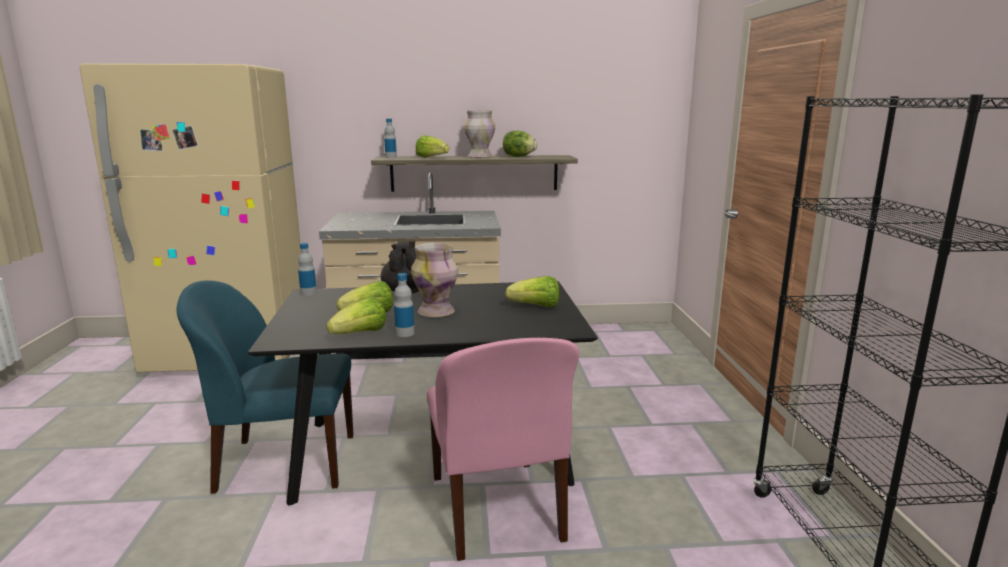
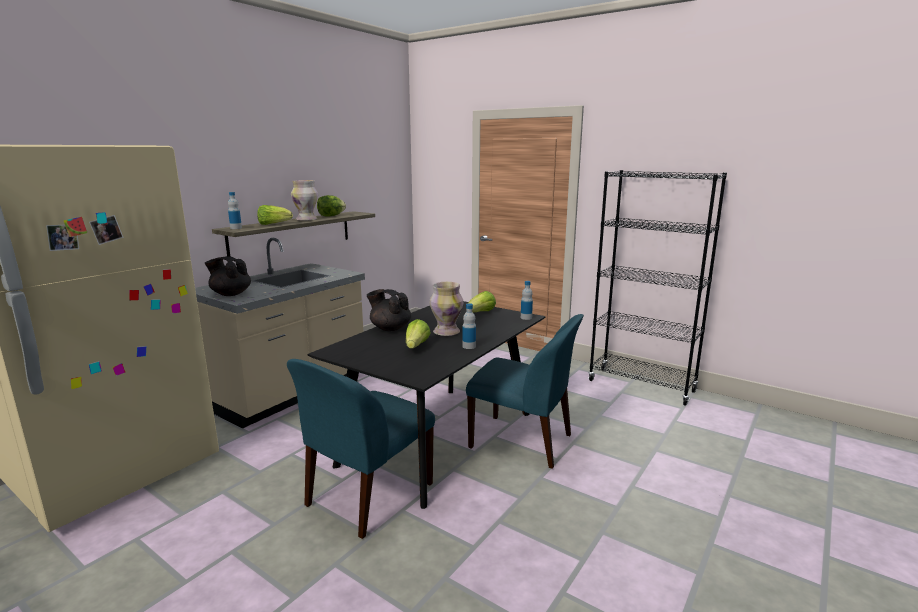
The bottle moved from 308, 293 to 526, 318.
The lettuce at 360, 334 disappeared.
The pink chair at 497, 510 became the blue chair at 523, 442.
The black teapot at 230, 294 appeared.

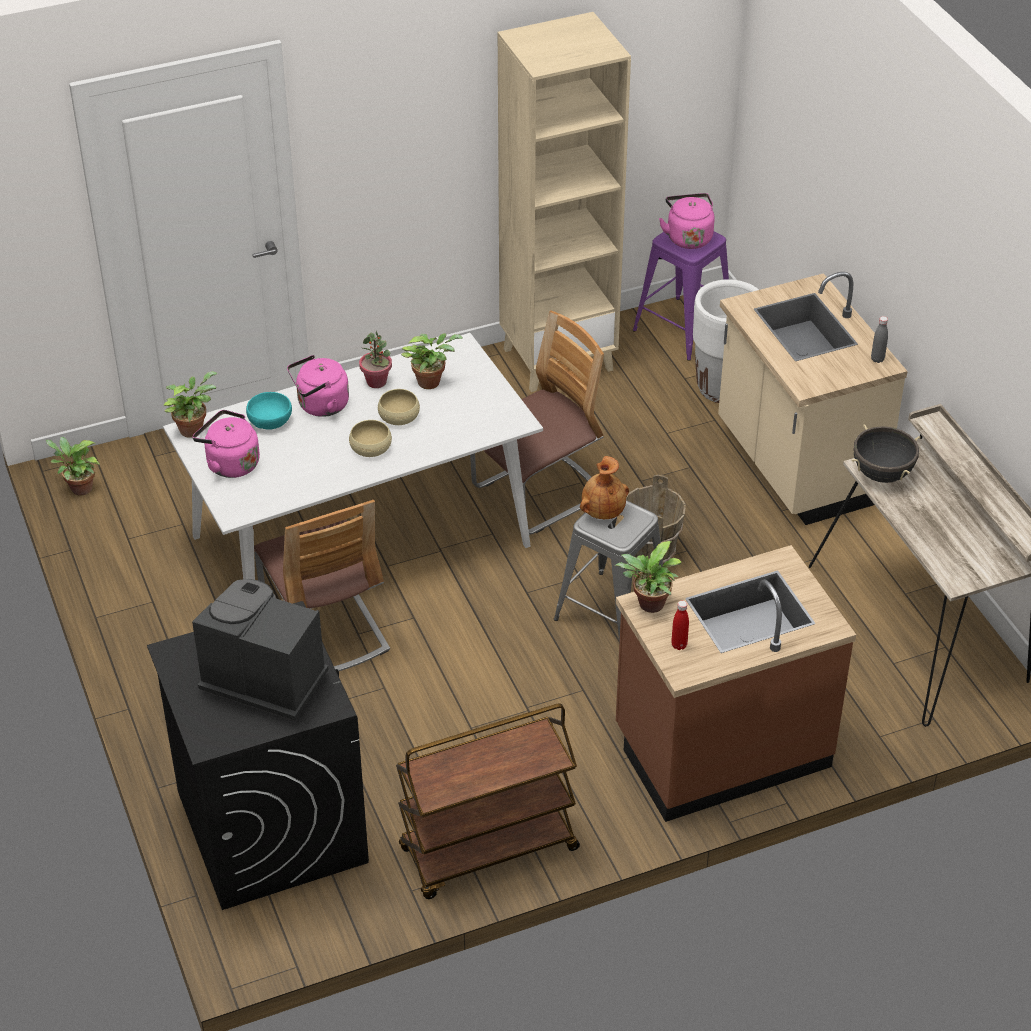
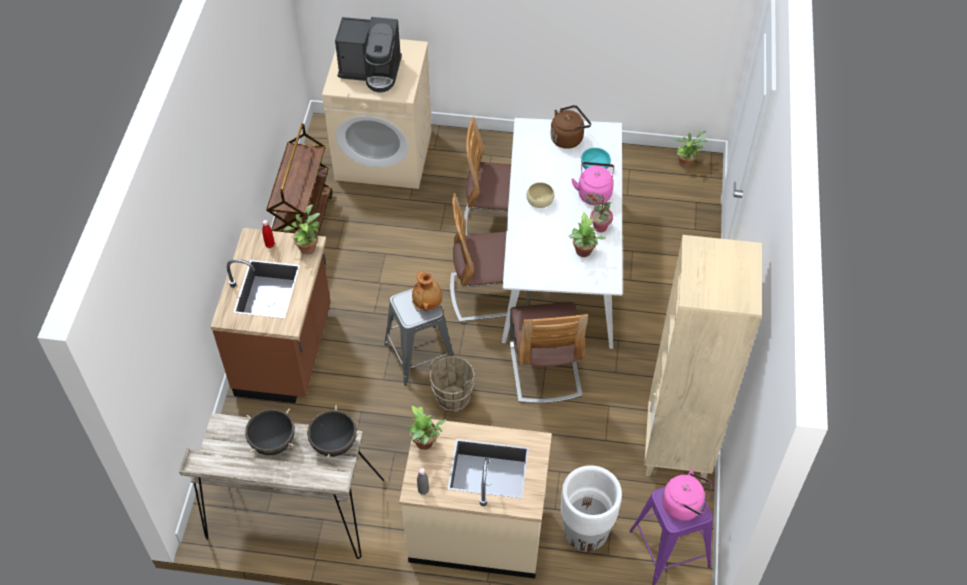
The potted plant moved from 193, 428 to 425, 444.
The beige bowl at 398, 416 disappeared.
The pink kettle at 230, 463 became the brown kettle at 568, 138.
The coffee machine at 263, 679 turned 45 degrees clockwise.
The black washing machine at 270, 826 became the beige washing machine at 384, 155.
The chair at 488, 294 appeared.
The black cooking pot at 273, 443 appeared.

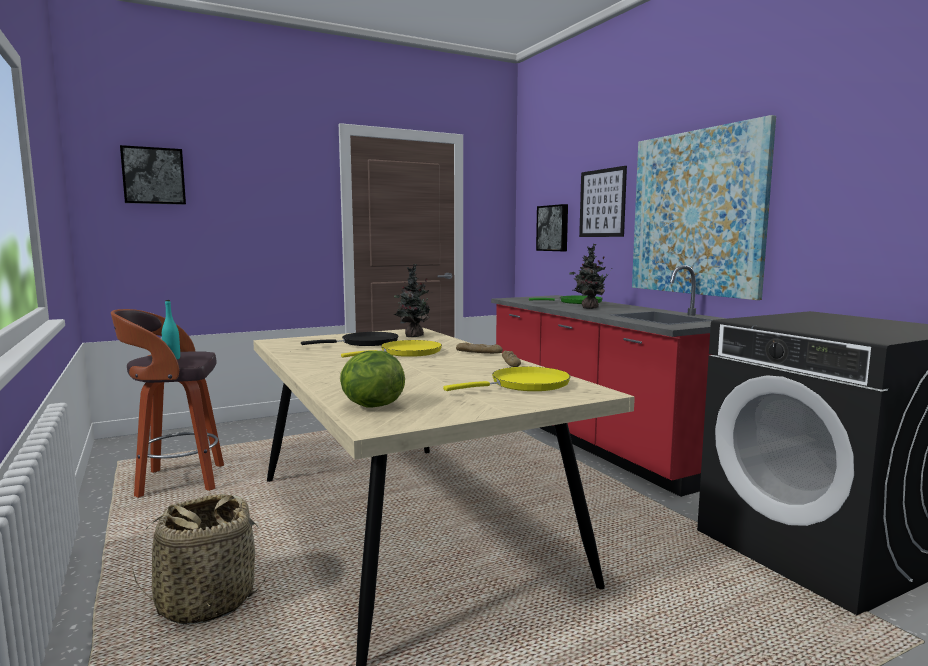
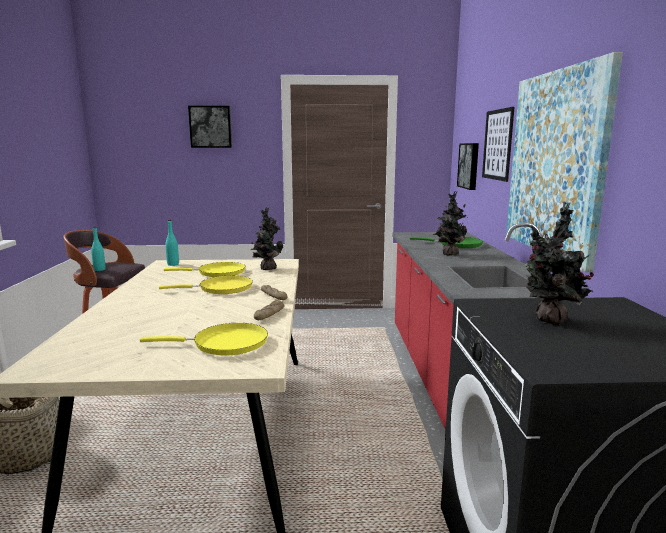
The picture moved from 153, 176 to 210, 127.
The black frying pan at 365, 343 became the yellow frying pan at 218, 273.
The lettuce at 370, 406 disappeared.
The potted plant at 549, 321 appeared.
The turquoise bottle at 173, 264 appeared.

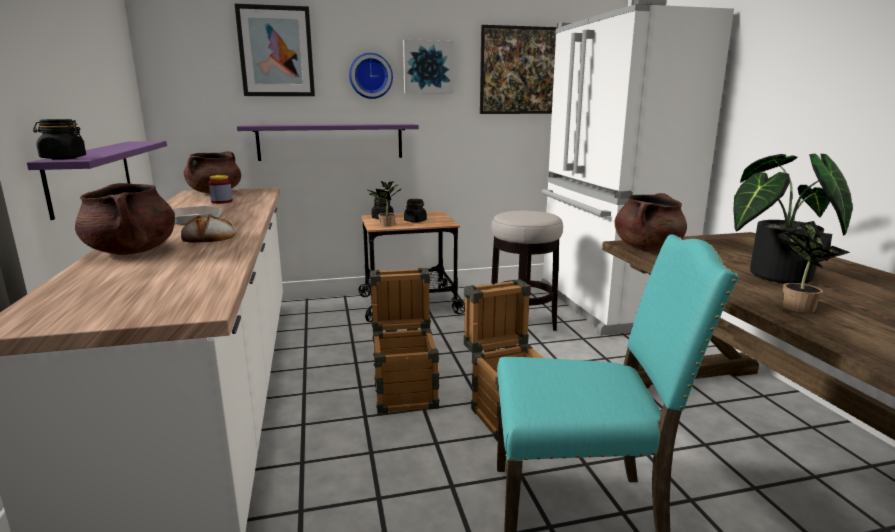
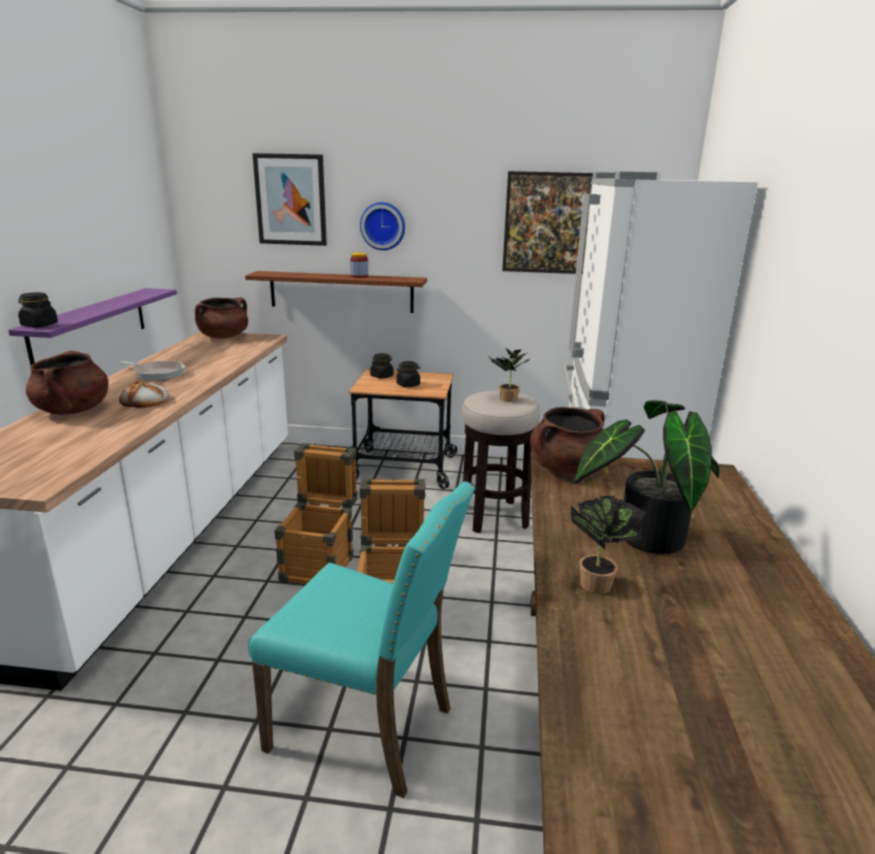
The picture at 428, 67 disappeared.
The purple shelf at 331, 141 became the brown shelf at 341, 292.
The jar moved from 221, 202 to 359, 276.
The potted plant moved from 385, 225 to 506, 399.

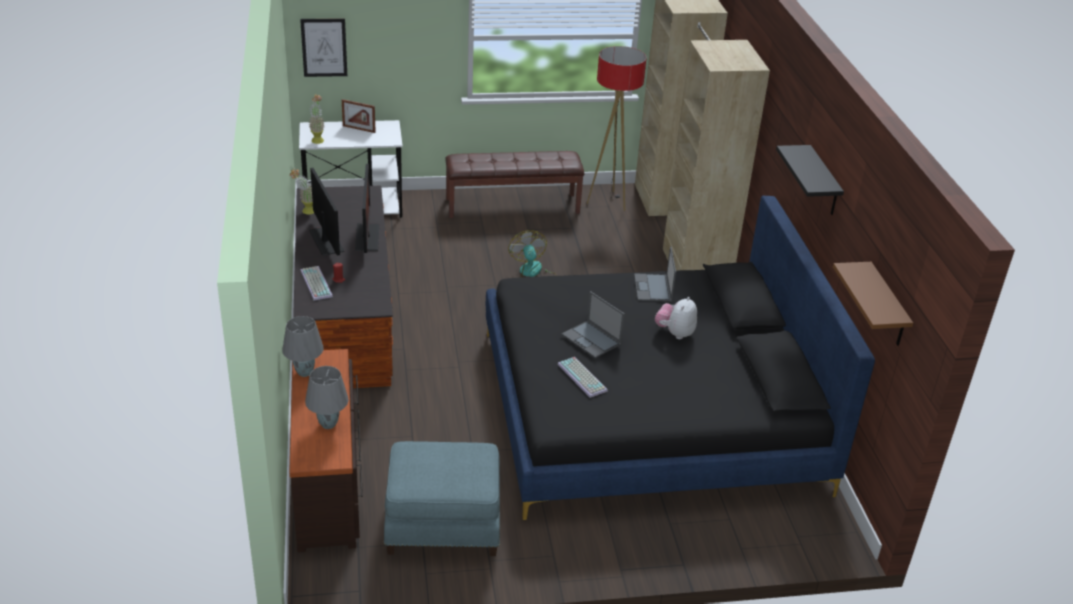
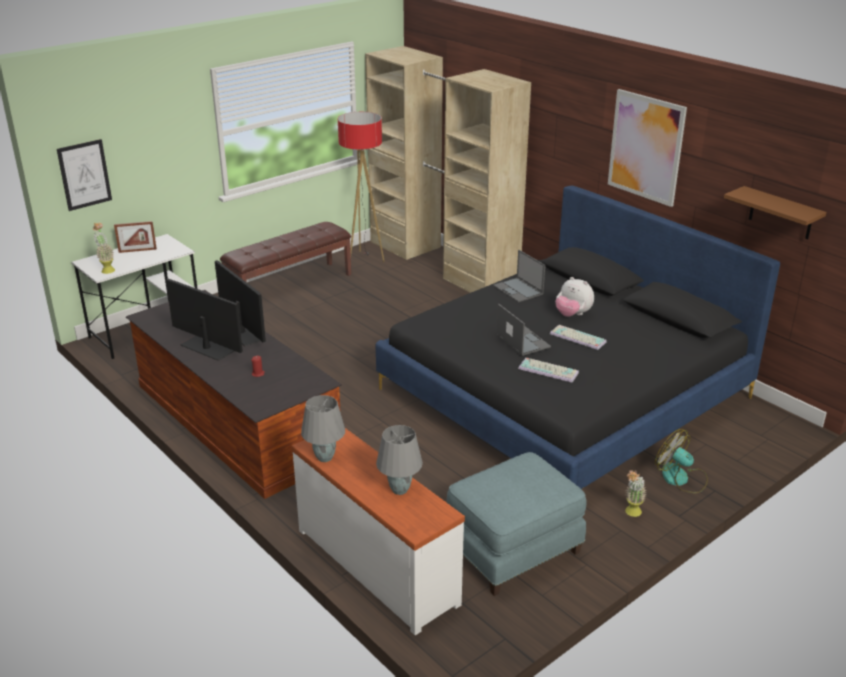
The black shelf at 823, 182 was replaced by the picture at 646, 147.
The potted plant moved from 305, 211 to 631, 514.
The fan moved from 532, 273 to 681, 479.
The keyboard moved from 315, 283 to 576, 338.
The laptop at 592, 339 turned 135 degrees counterclockwise.
The plush toy at 675, 333 turned 45 degrees counterclockwise.
The brown dresser at 328, 485 became the white dresser at 378, 565.

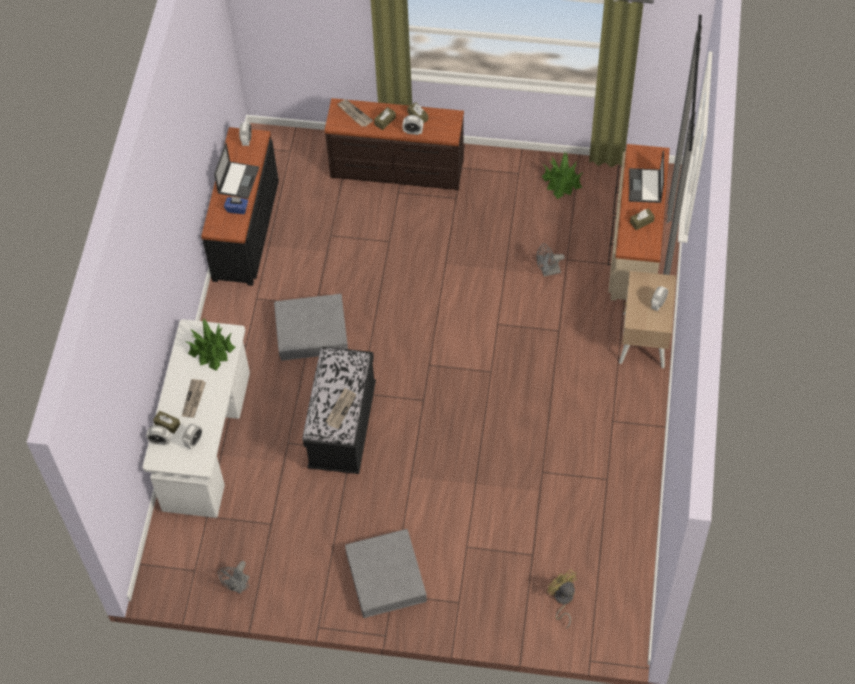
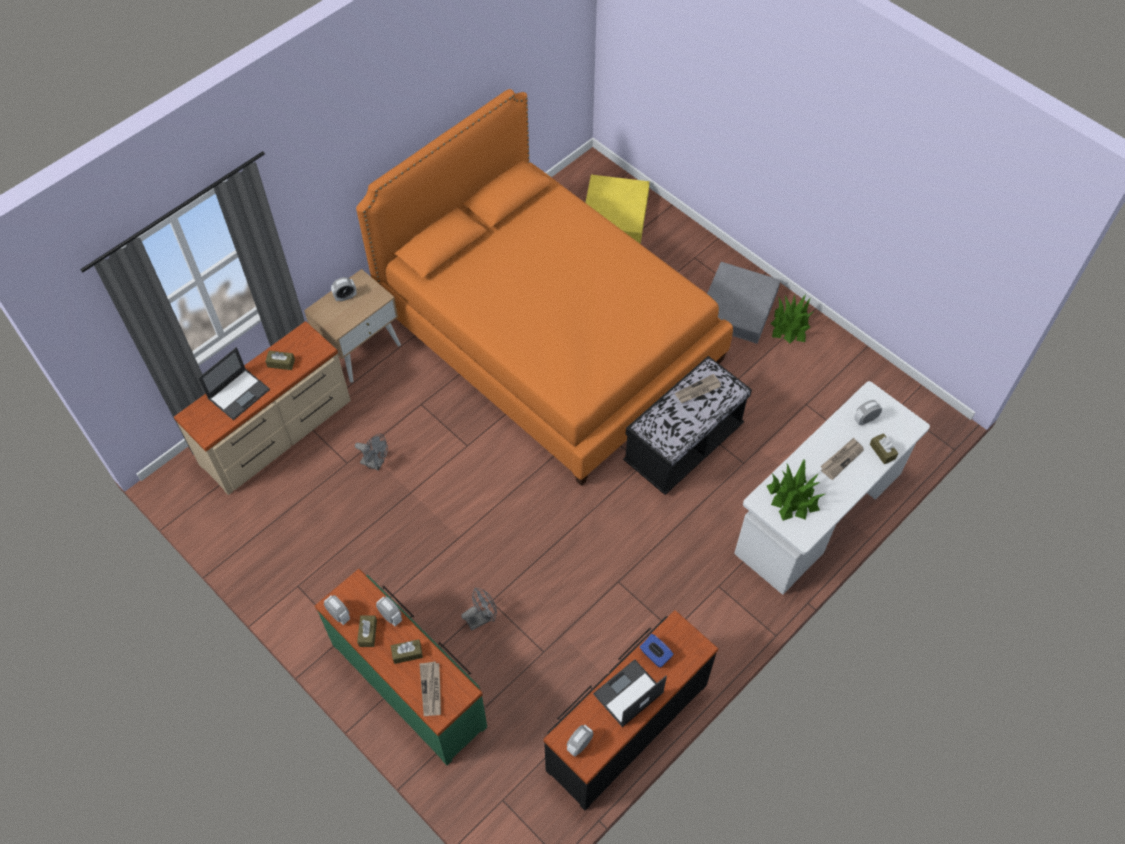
The brown dresser at 397, 169 became the green dresser at 410, 683.
The potted plant moved from 561, 181 to 790, 326.
The grey storage box at 312, 331 disappeared.
The alarm clock moved from 160, 441 to 339, 615.
The grey fan moved from 238, 586 to 481, 618.
The yellow fan at 562, 600 was replaced by the yellow storage box at 615, 214.
The orange bed at 550, 335 appeared.

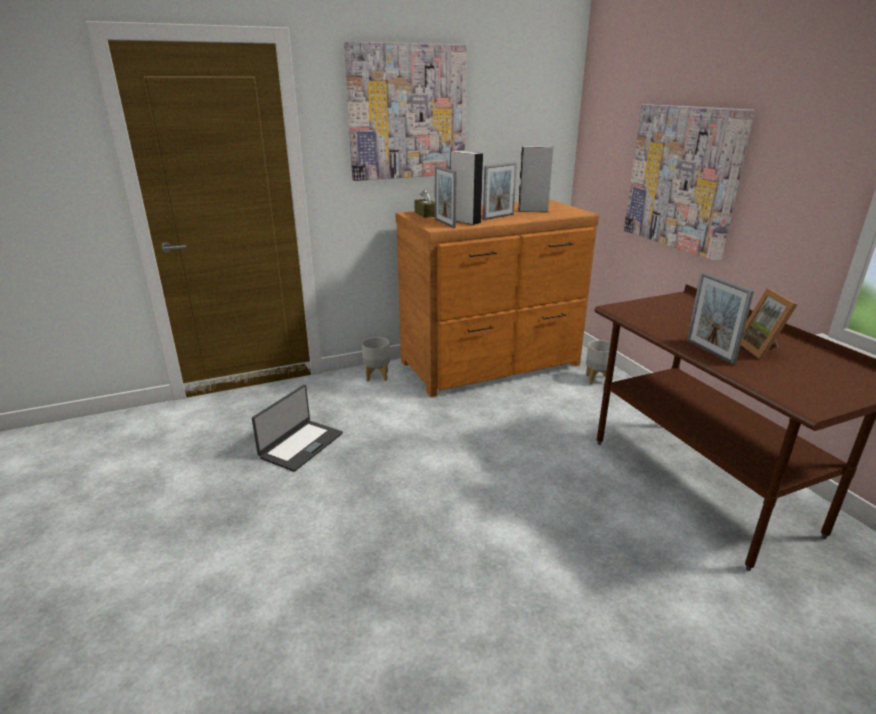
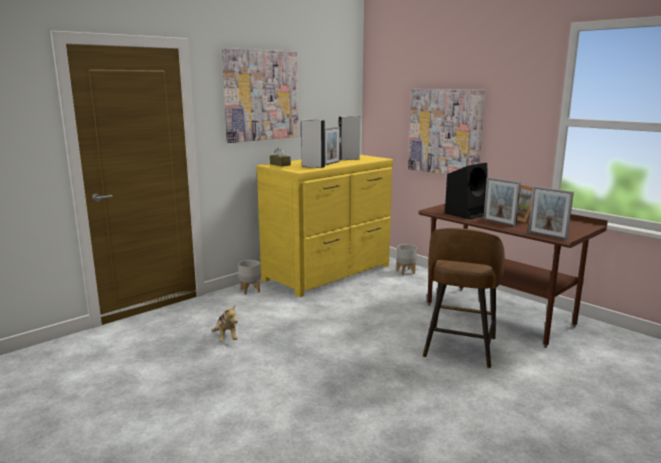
The picture frame moved from 444, 223 to 547, 235.
The brown dresser at 492, 364 became the yellow dresser at 329, 273.
The laptop at 300, 445 was replaced by the plush toy at 226, 338.
The black speaker at 466, 213 appeared.
The brown stool at 459, 348 appeared.

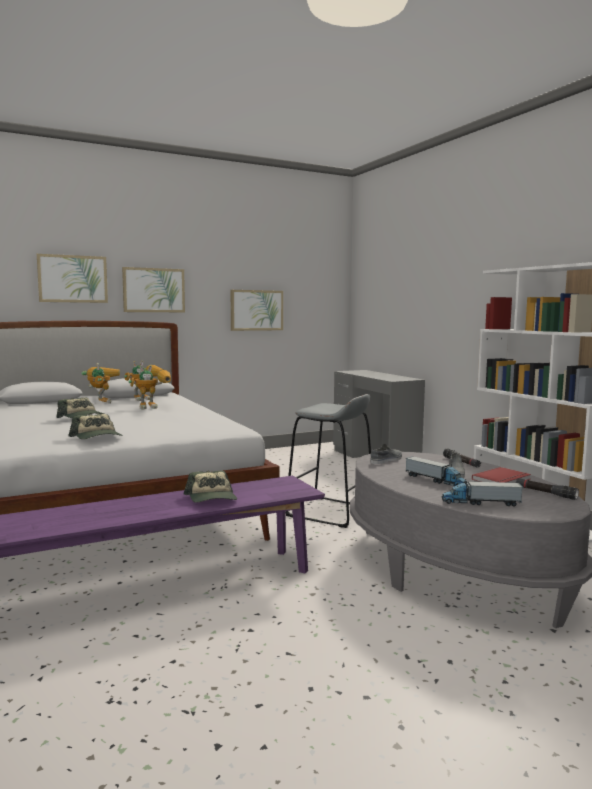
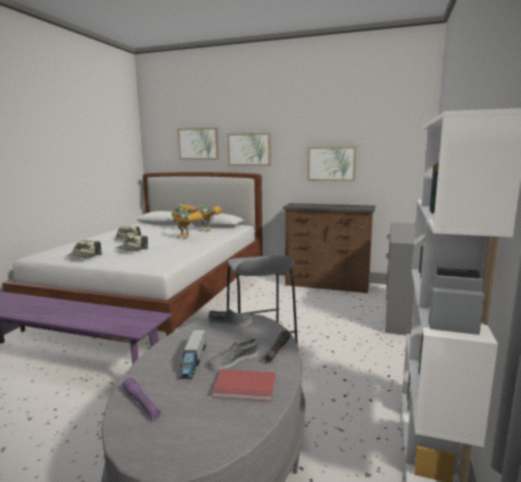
The cap moved from 212, 498 to 131, 249.
The black flashlight at 545, 493 disappeared.
The toy truck at 480, 503 was replaced by the purple flashlight at 141, 403.
The brown dresser at 327, 285 appeared.

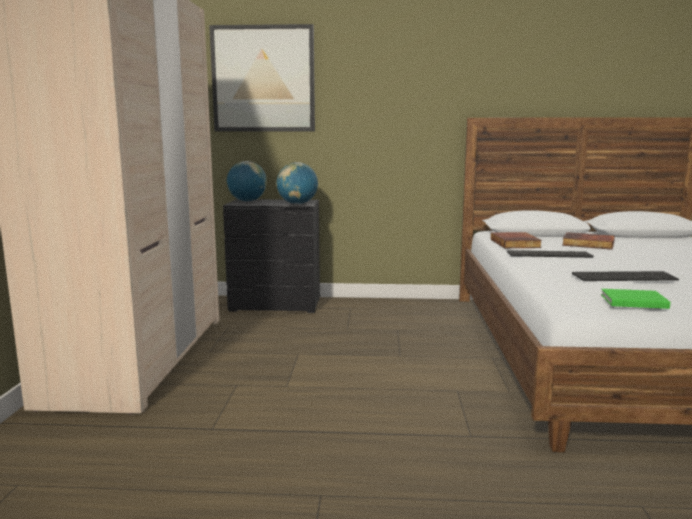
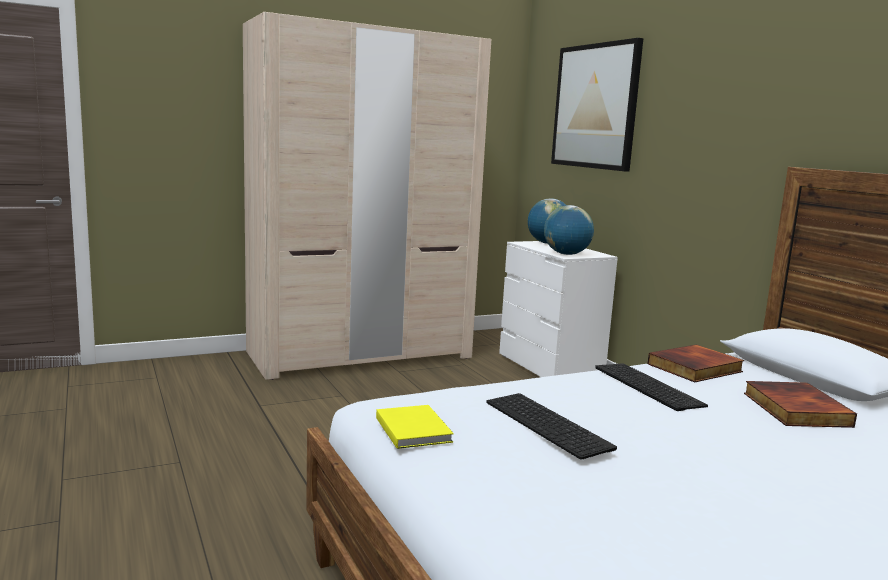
The black dresser at 276, 305 became the white dresser at 550, 367.
The green book at 631, 301 became the yellow book at 413, 429.

